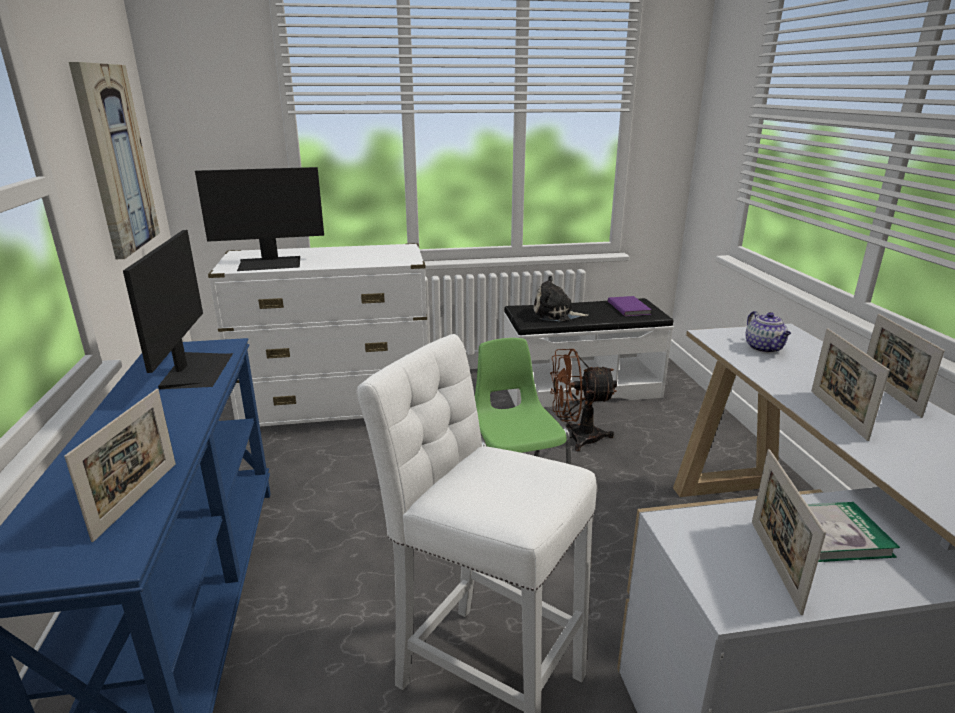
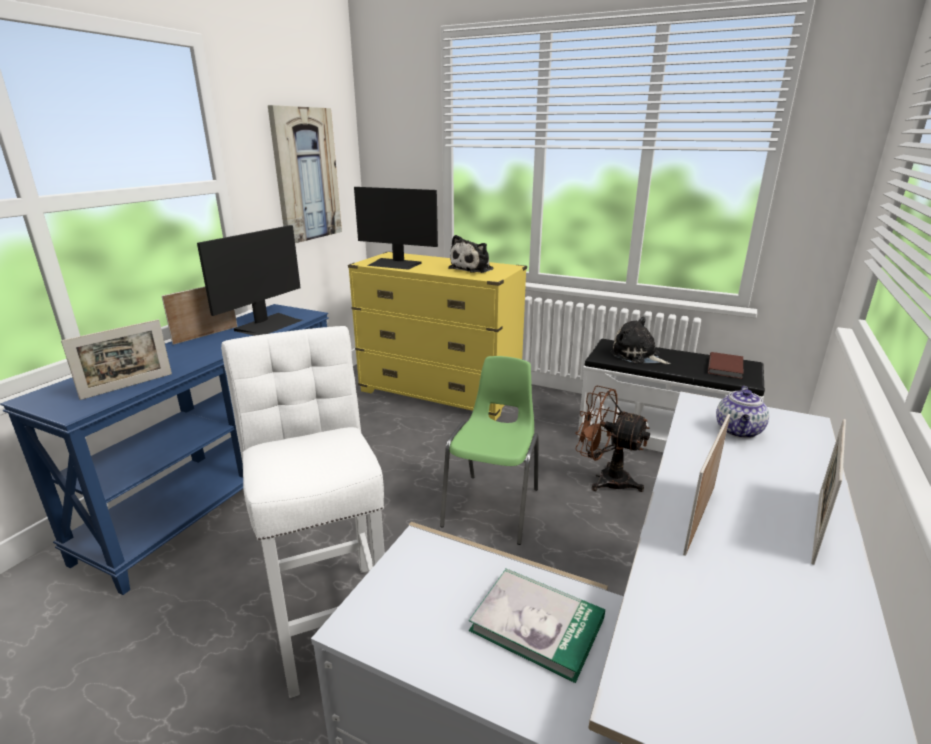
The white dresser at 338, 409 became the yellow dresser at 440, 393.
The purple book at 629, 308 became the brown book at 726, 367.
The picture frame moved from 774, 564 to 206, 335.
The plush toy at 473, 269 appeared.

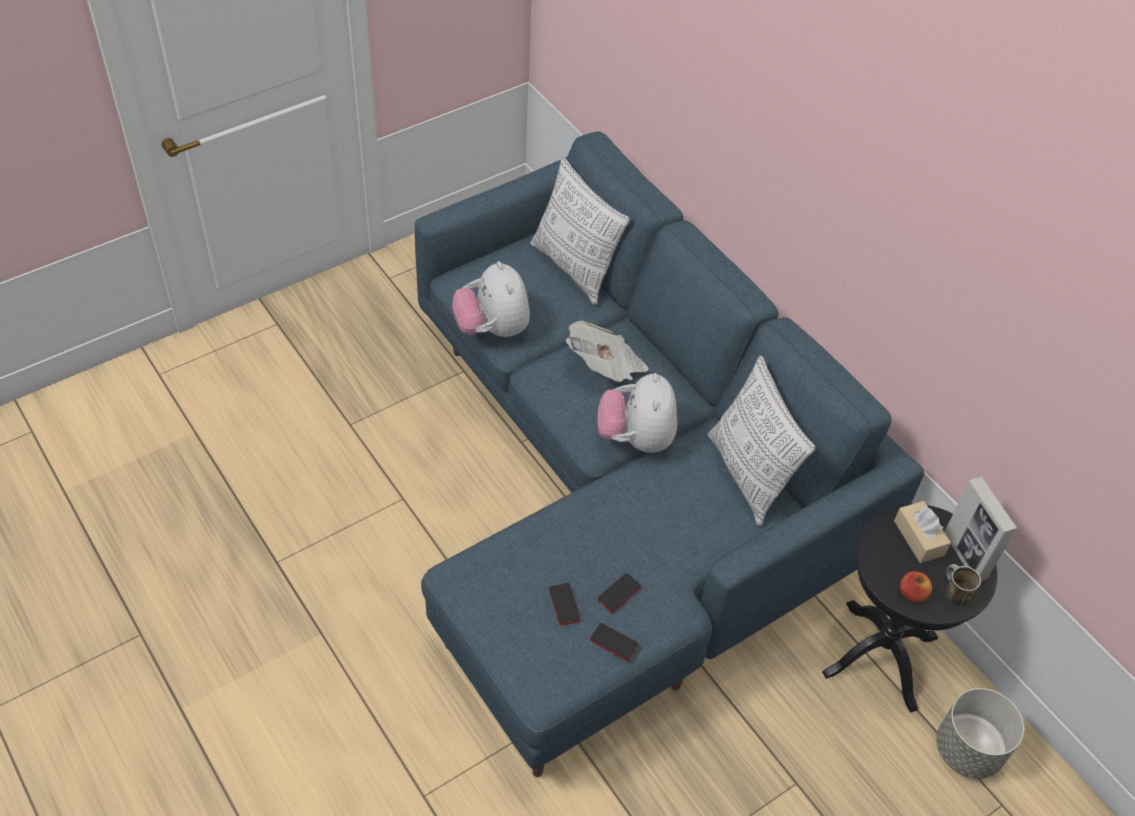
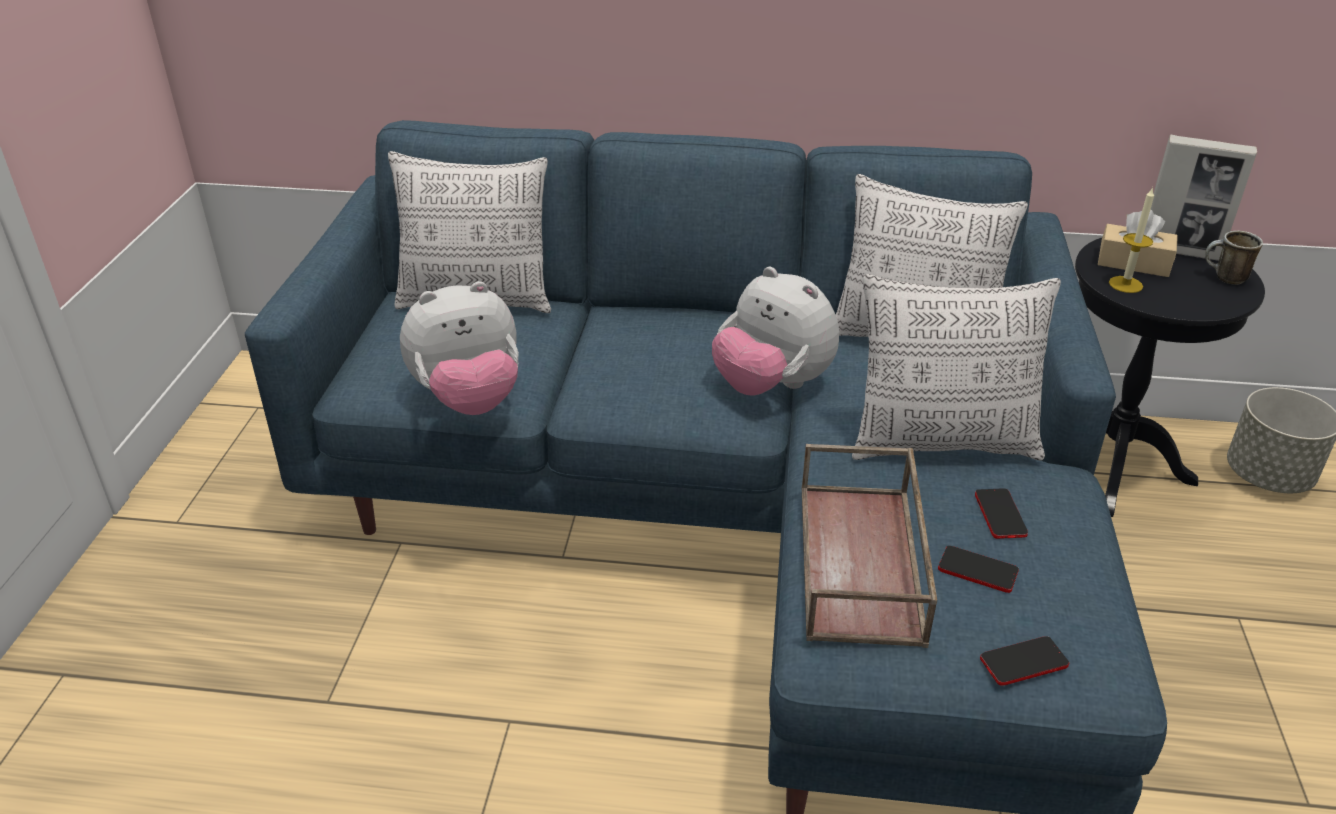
The plush toy at 492, 329 turned 45 degrees counterclockwise.
The newspaper at 606, 367 disappeared.
The apple at 912, 593 disappeared.
The phone moved from 614, 642 to 1024, 662.
The candle at 1125, 284 appeared.
The pillow at 942, 443 appeared.
The brown tray at 862, 563 appeared.

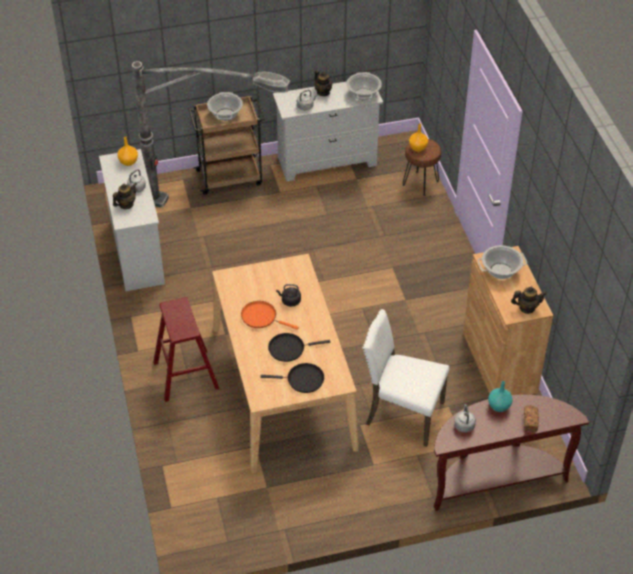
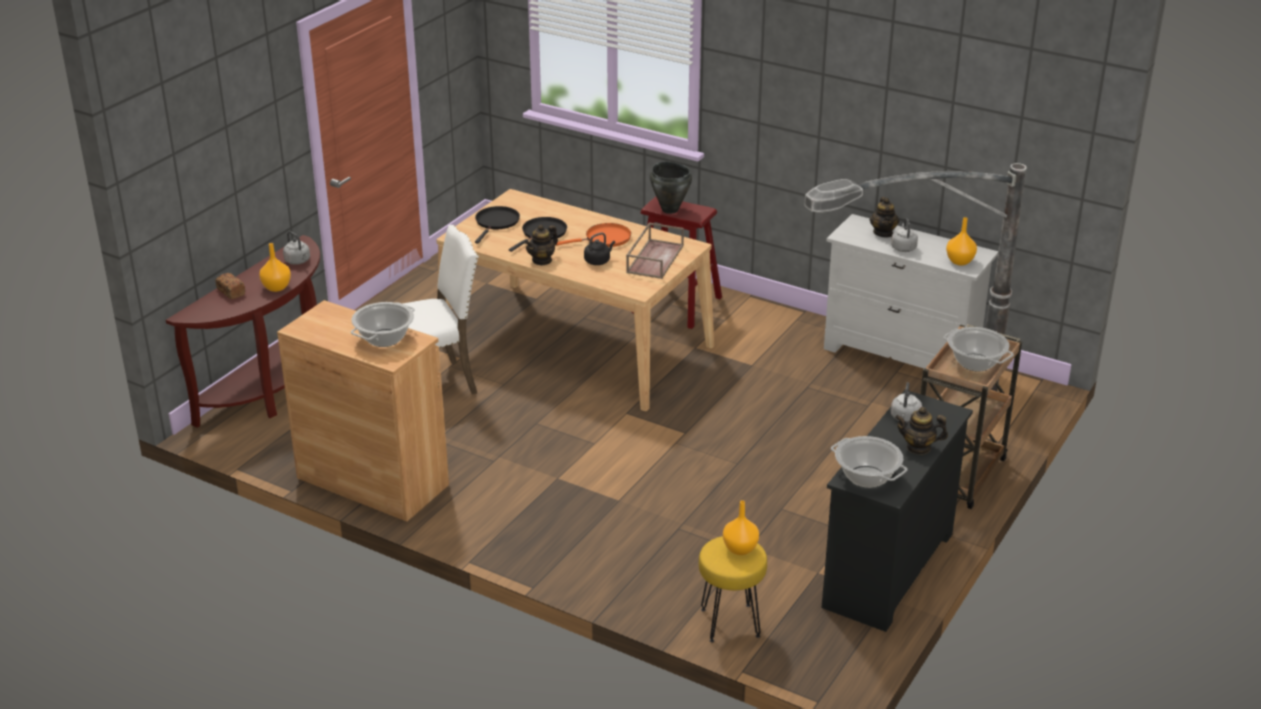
The white dresser at 327, 161 became the black dresser at 888, 570.
The brown stool at 421, 183 became the yellow stool at 729, 623.
The teapot moved from 527, 308 to 542, 260.
The black frying pan at 302, 380 turned 150 degrees clockwise.
The turquoise vase at 498, 406 became the orange vase at 277, 287.
The black cooking pot at 670, 209 appeared.
The brown tray at 654, 258 appeared.

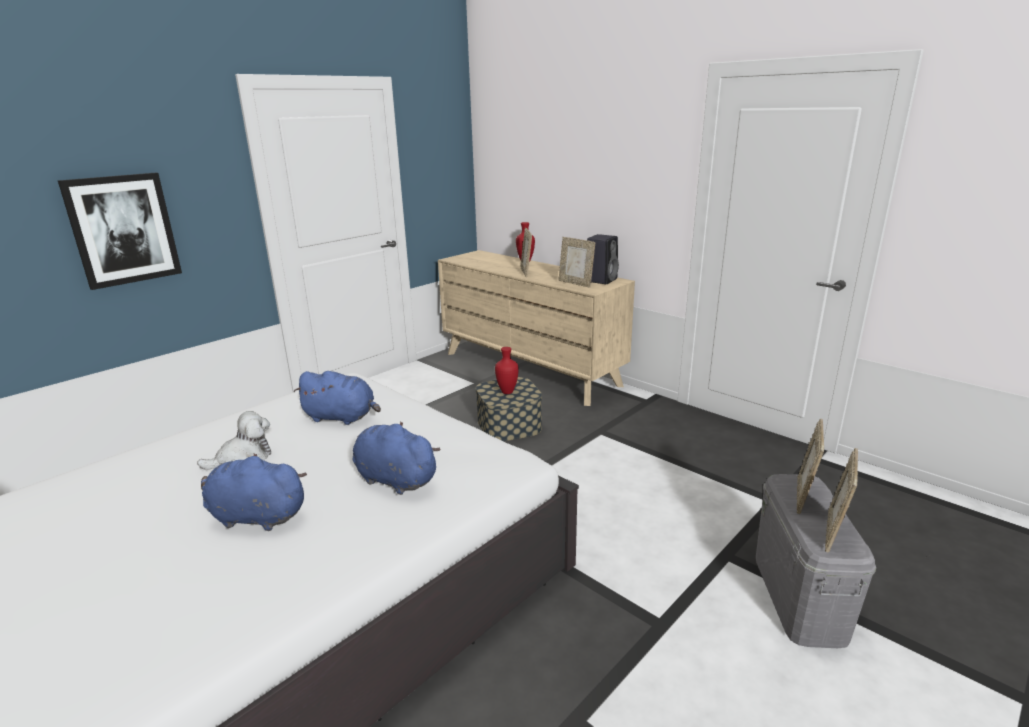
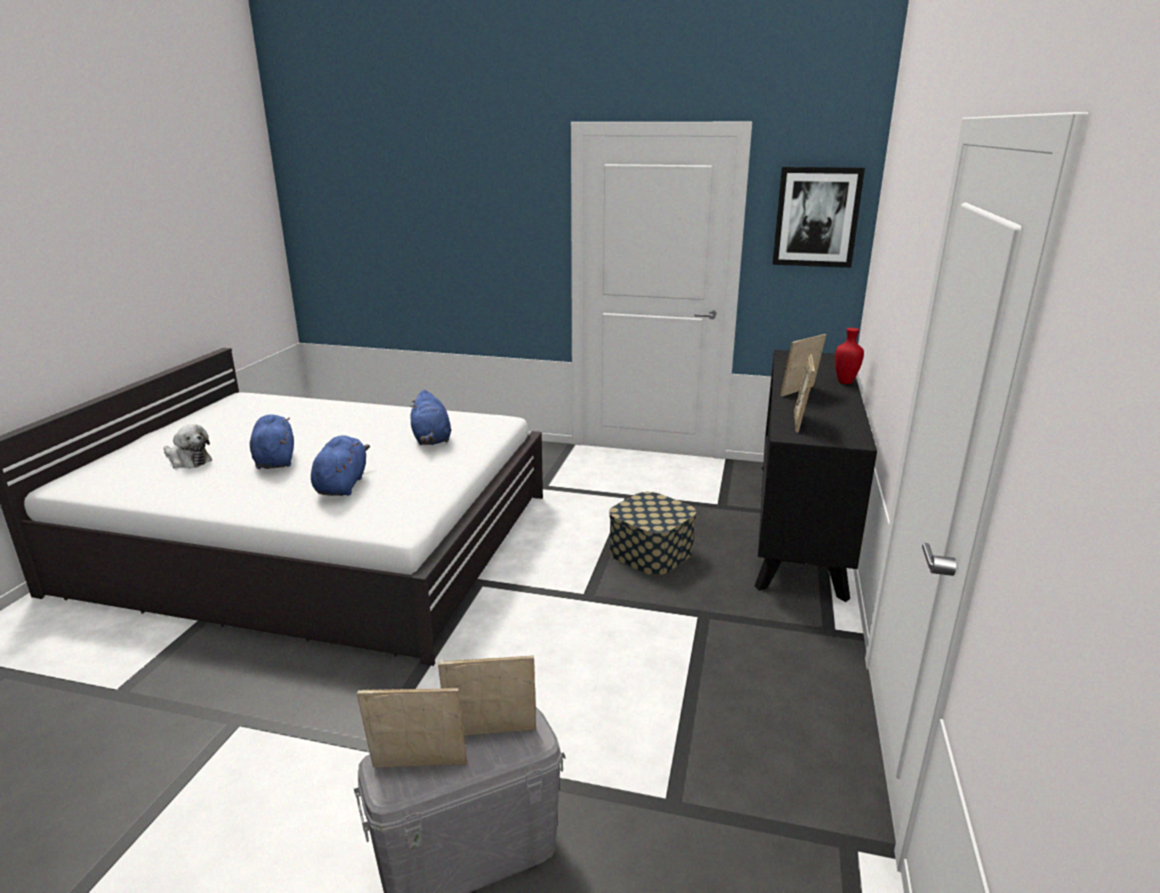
The picture moved from 123, 230 to 816, 217.
The black speaker at 601, 280 disappeared.
The beige dresser at 530, 369 became the black dresser at 799, 524.
The red vase at 508, 392 disappeared.
The plush toy moved from 243, 458 to 188, 461.

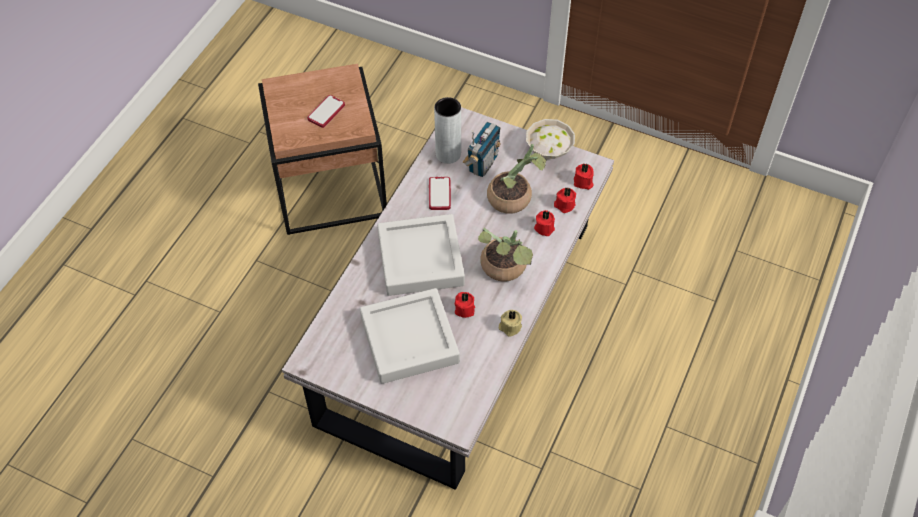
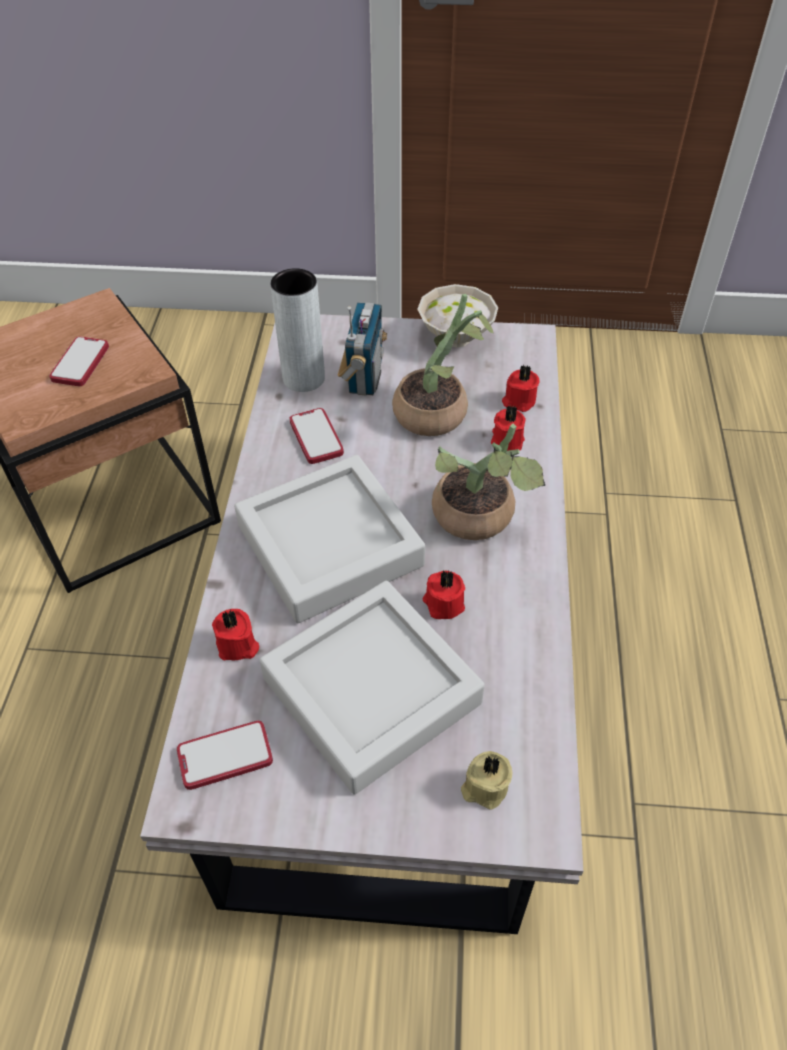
The red candle moved from 583, 182 to 238, 646.
The beige candle moved from 509, 327 to 484, 787.
The phone at 225, 756 appeared.

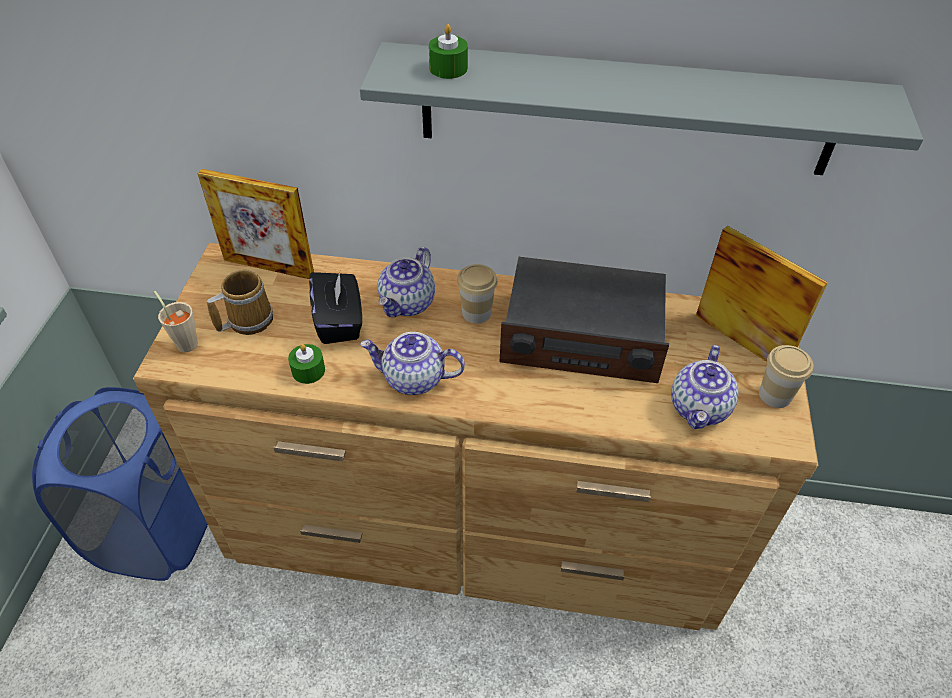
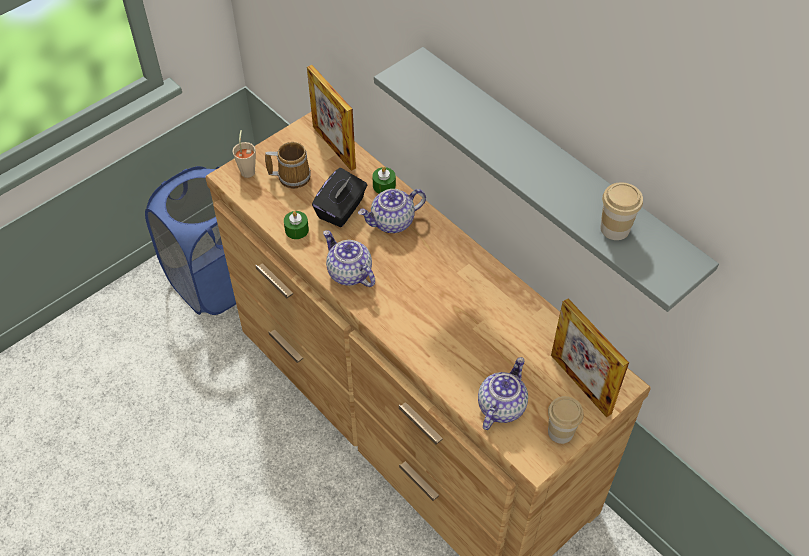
The green candle moved from 448, 68 to 384, 186.
The picture frame at 740, 341 turned 150 degrees clockwise.
The radio at 581, 337 disappeared.
The cup moved from 476, 313 to 615, 228.
The teapot at 700, 408 turned 150 degrees clockwise.

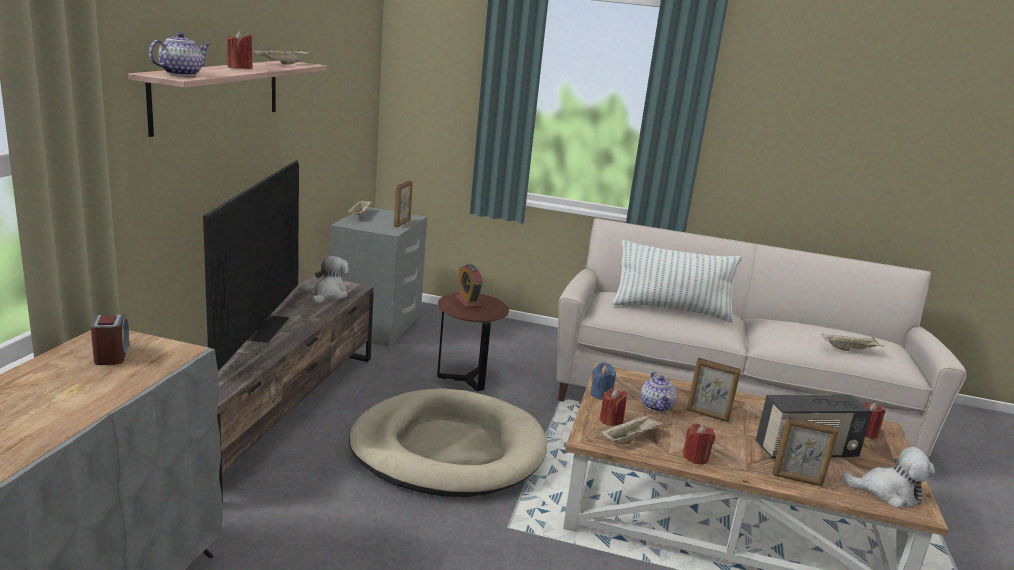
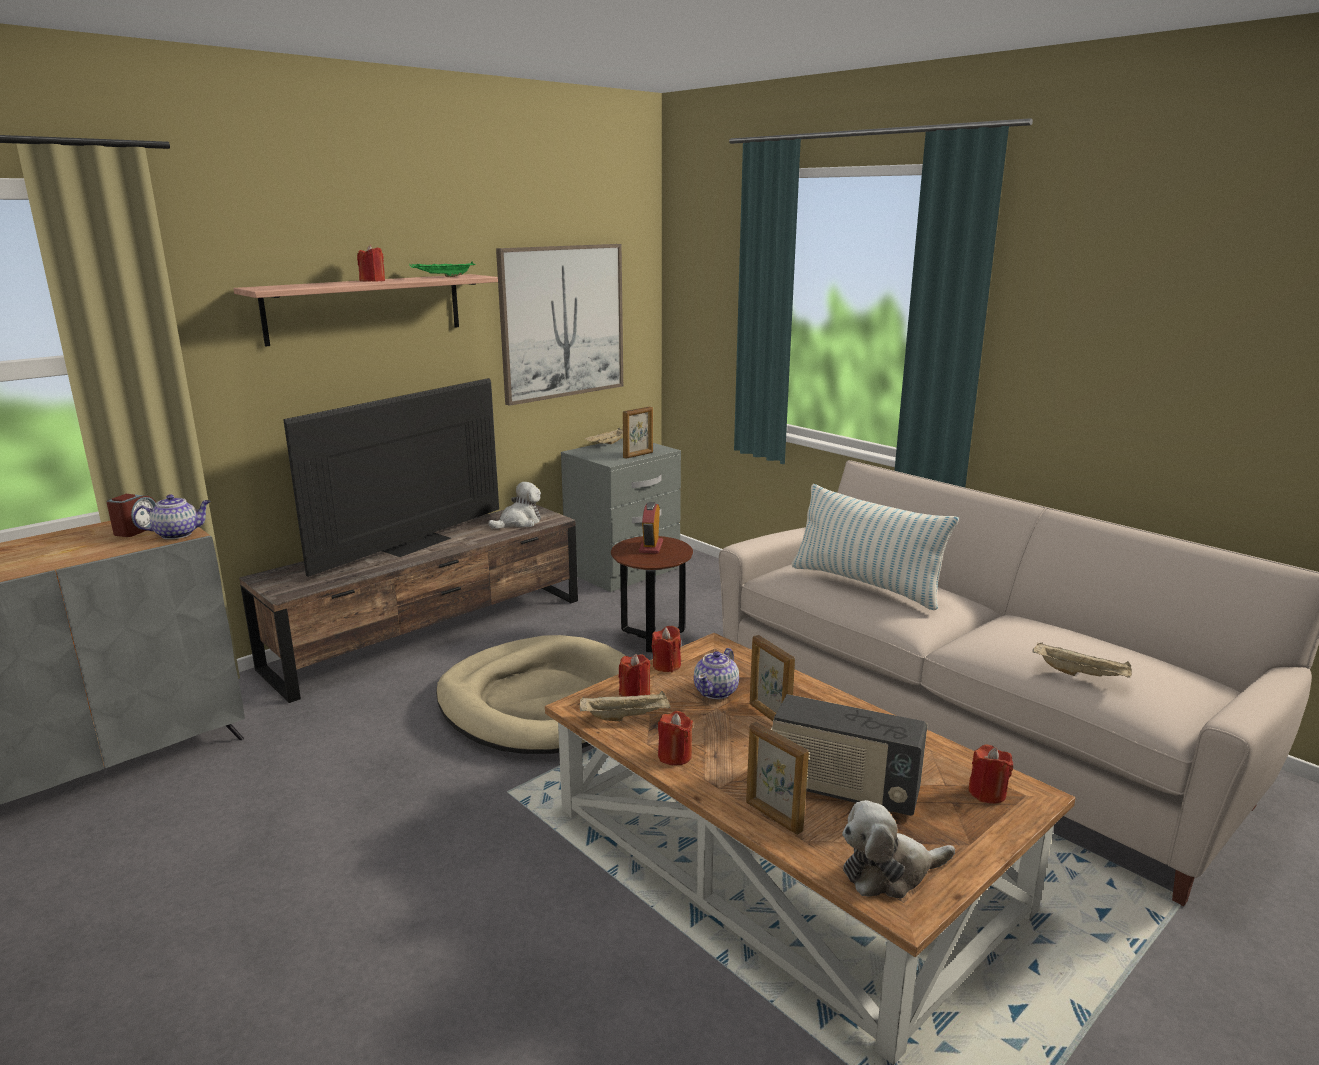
The teapot moved from 182, 74 to 178, 534.
The beige tray at 281, 64 became the green tray at 443, 277.
The blue candle at 601, 394 became the red candle at 666, 665.
The plush toy at 887, 493 turned 120 degrees clockwise.
The picture at 562, 322 appeared.

